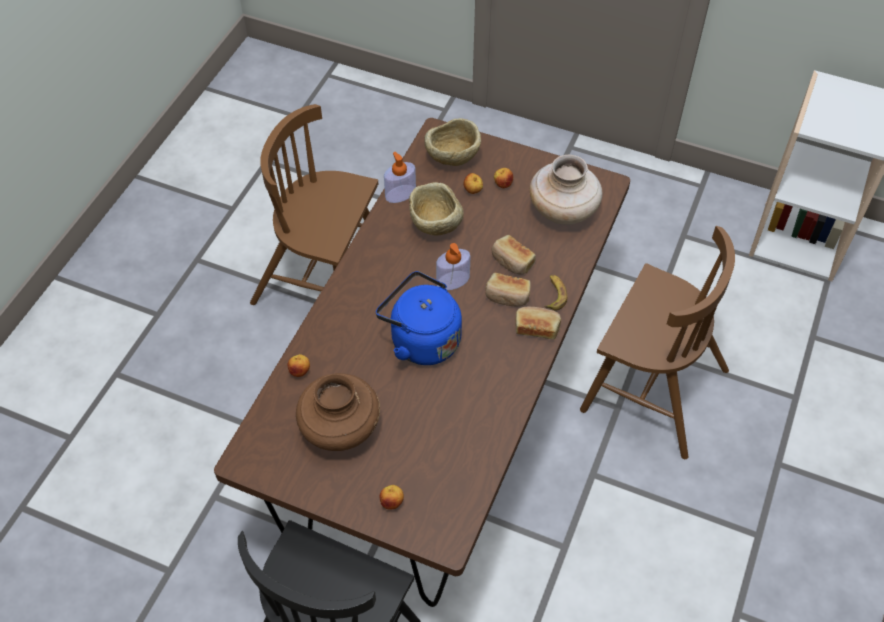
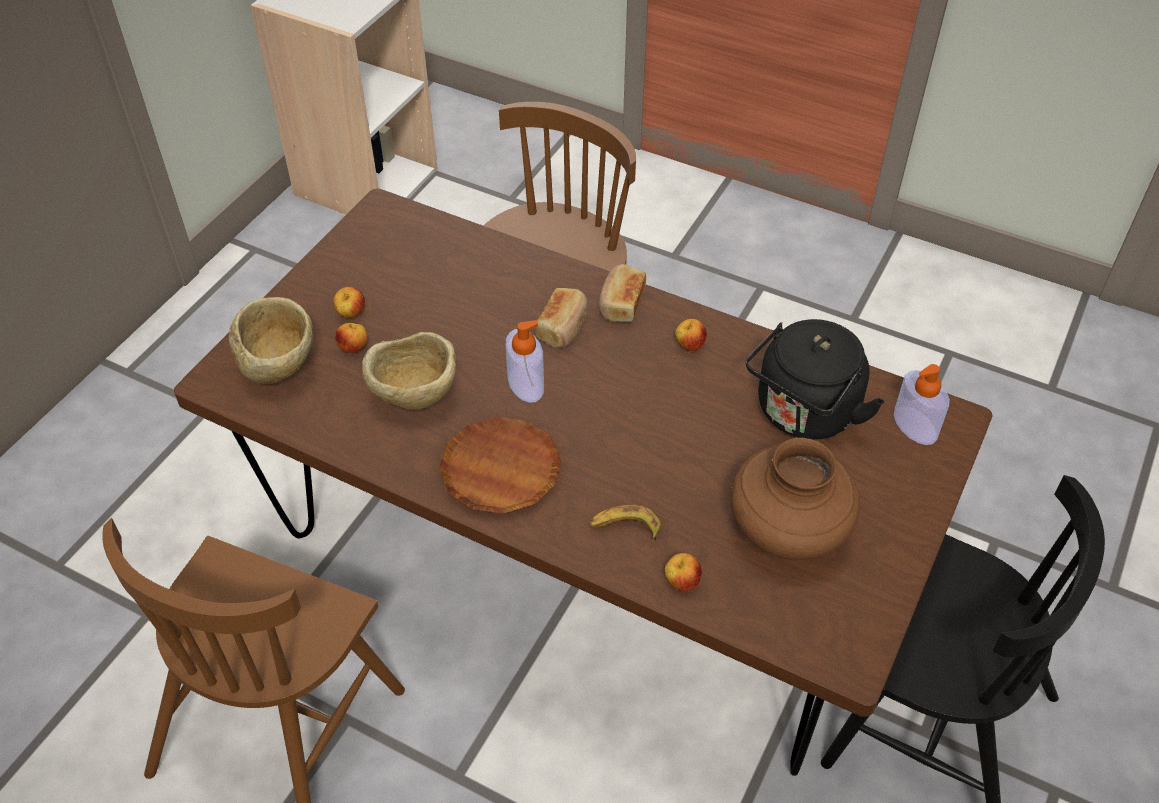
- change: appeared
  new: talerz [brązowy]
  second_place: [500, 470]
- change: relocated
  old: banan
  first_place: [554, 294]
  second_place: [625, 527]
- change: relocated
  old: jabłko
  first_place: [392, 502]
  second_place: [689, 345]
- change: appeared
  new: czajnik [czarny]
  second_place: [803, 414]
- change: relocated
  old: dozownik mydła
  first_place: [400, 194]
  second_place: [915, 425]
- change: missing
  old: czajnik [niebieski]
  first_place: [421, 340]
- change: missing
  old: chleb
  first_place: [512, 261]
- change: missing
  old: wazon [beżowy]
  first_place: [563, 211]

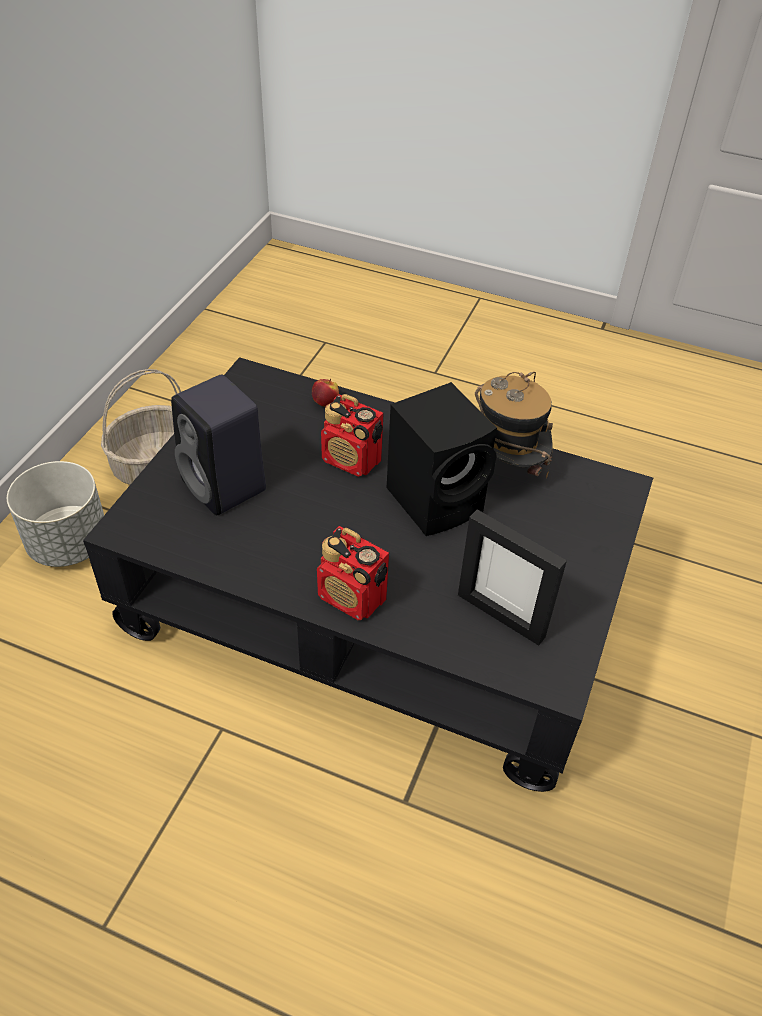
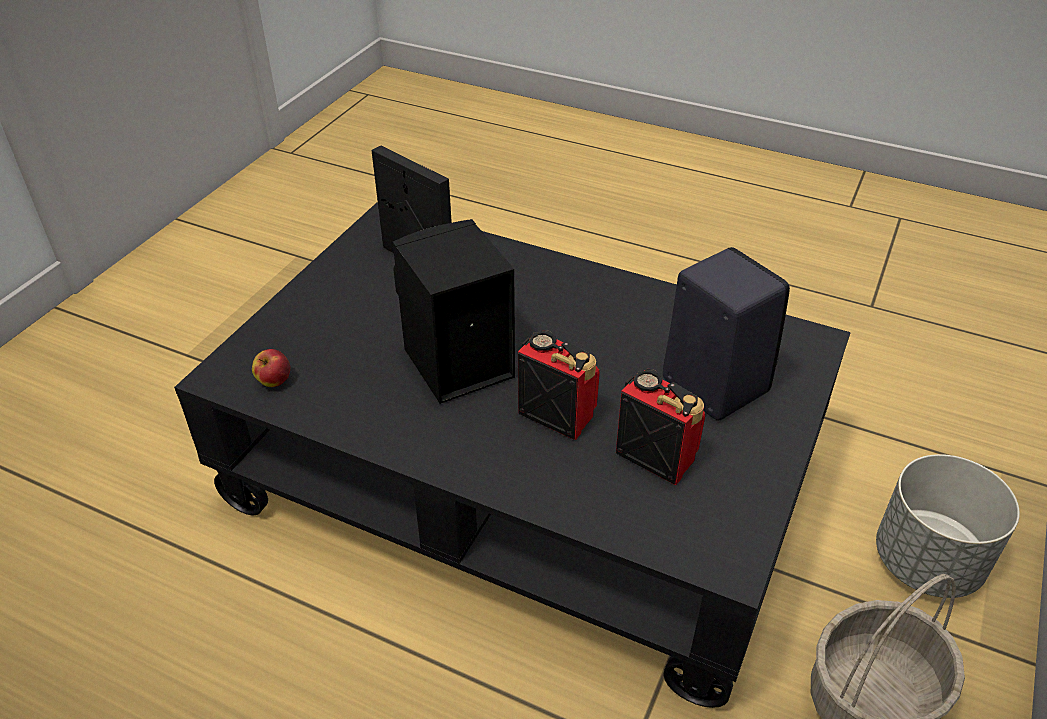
- change: relocated
  old: jabłko
  first_place: [325, 402]
  second_place: [274, 381]
- change: relocated
  old: radio
  first_place: [353, 598]
  second_place: [655, 455]
- change: missing
  old: kapelusz
  first_place: [503, 470]

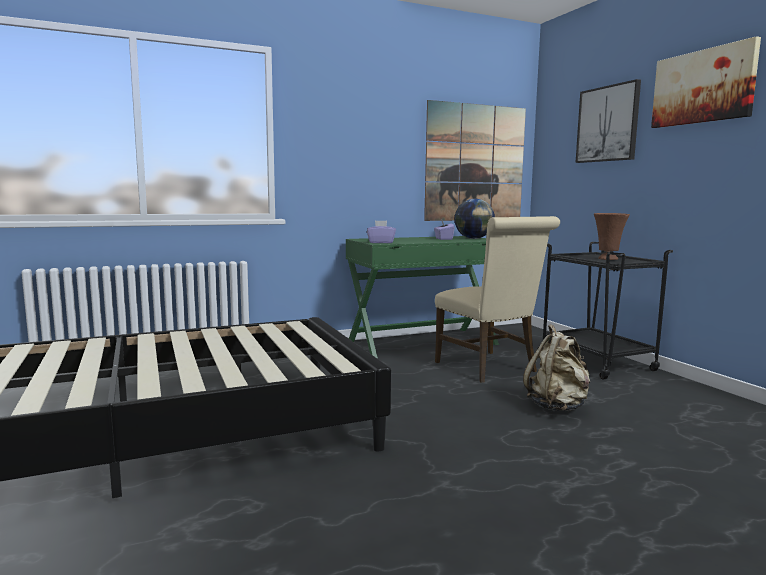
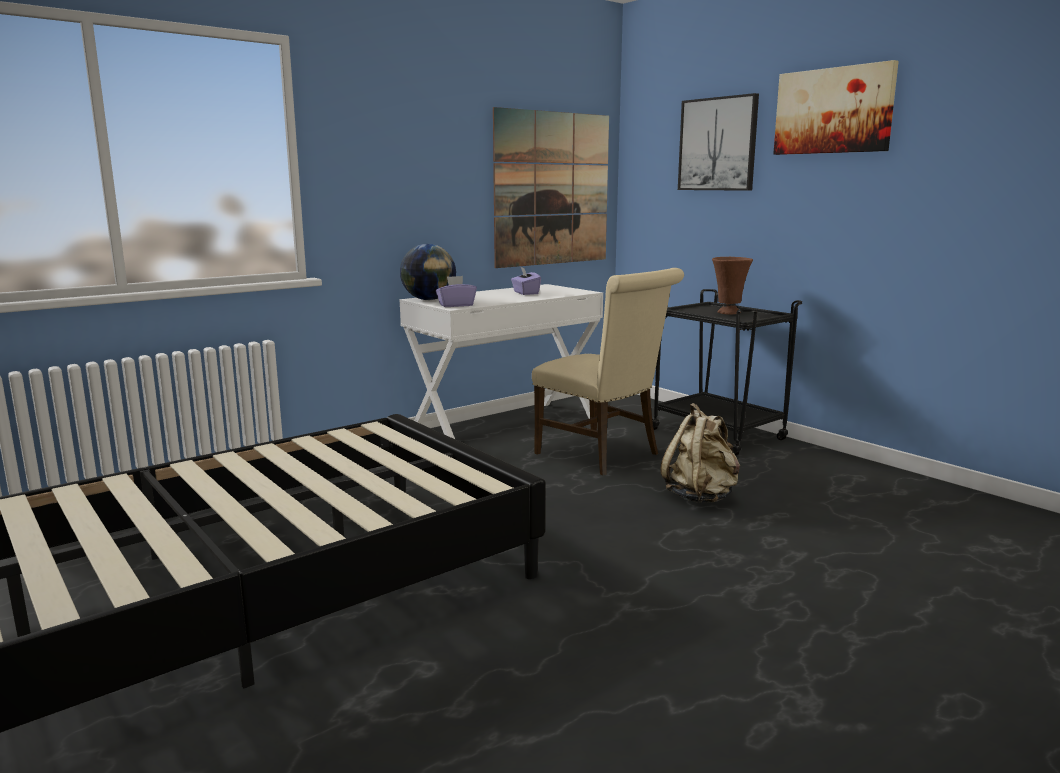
- change: colour
  old: biurko [zielony]
  new: biurko [biały]
  first_place: [422, 343]
  second_place: [505, 427]
- change: relocated
  old: globus
  first_place: [473, 238]
  second_place: [429, 299]

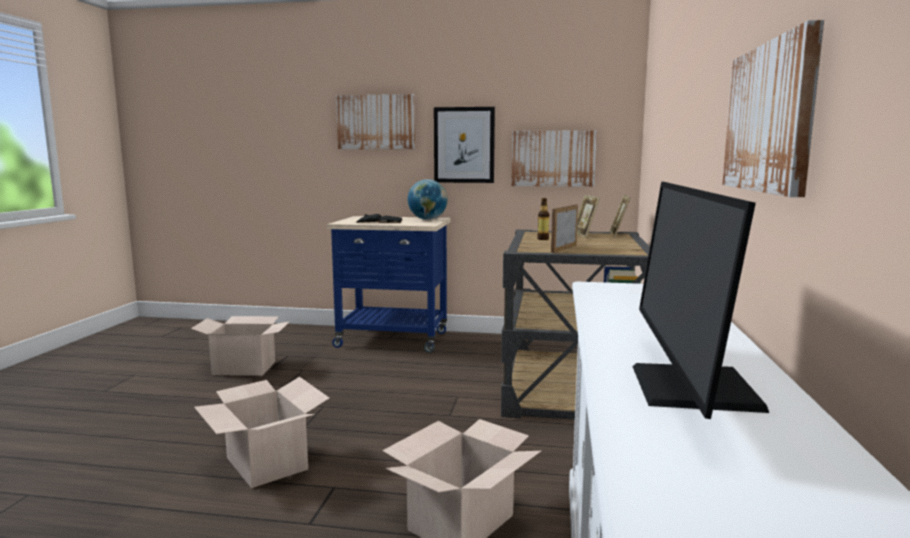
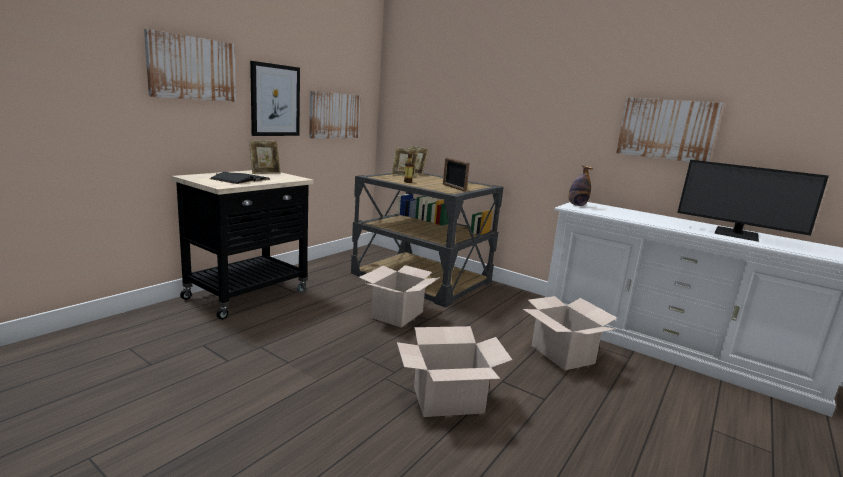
- change: colour
  old: wózek [niebieski]
  new: wózek [czarny]
  first_place: [393, 340]
  second_place: [247, 294]
- change: exchanged
  old: globus
  new: ramka na zdjęcie
  first_place: [427, 219]
  second_place: [265, 173]
- change: relocated
  old: karton
  first_place: [244, 368]
  second_place: [397, 315]
- change: appeared
  new: butelka
  second_place: [577, 205]

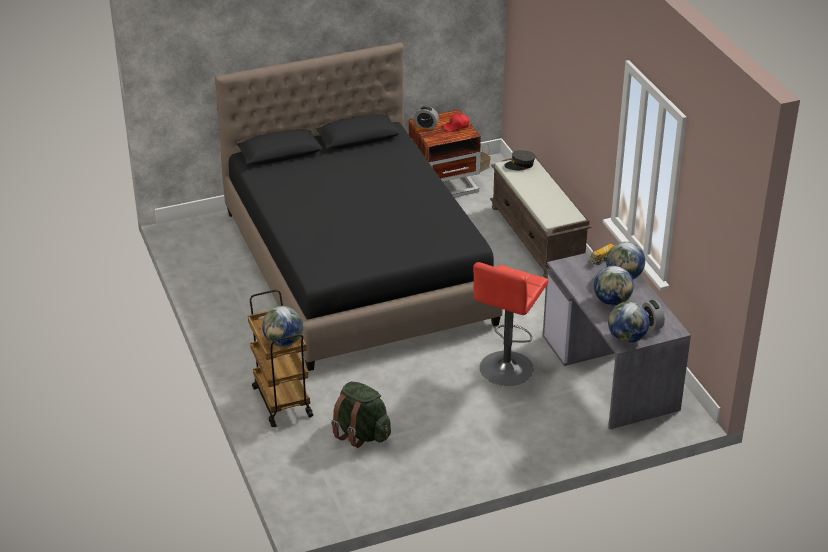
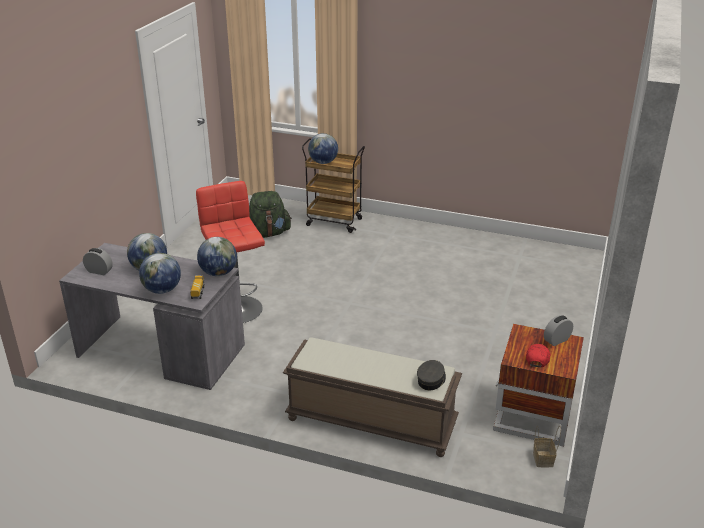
- change: relocated
  old: globus
  first_place: [626, 338]
  second_place: [218, 273]
- change: missing
  old: łóżko [czarny]
  first_place: [357, 266]

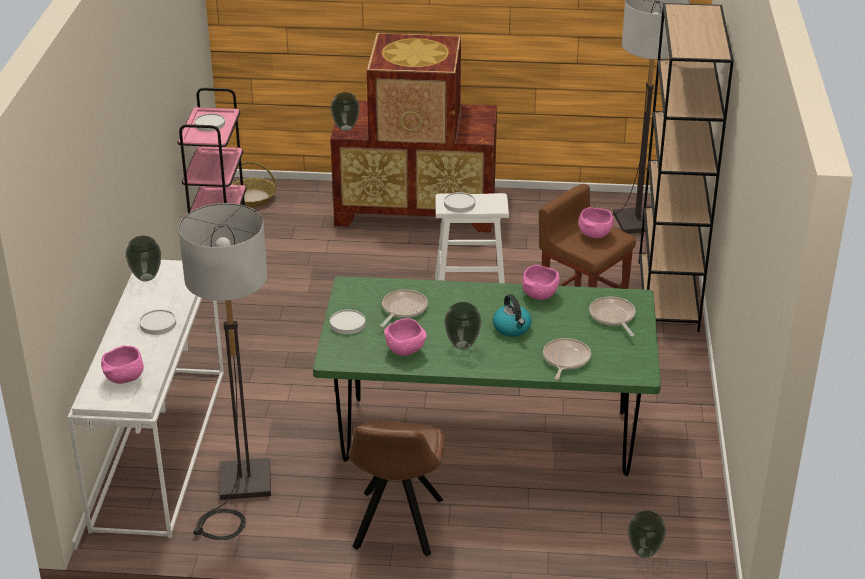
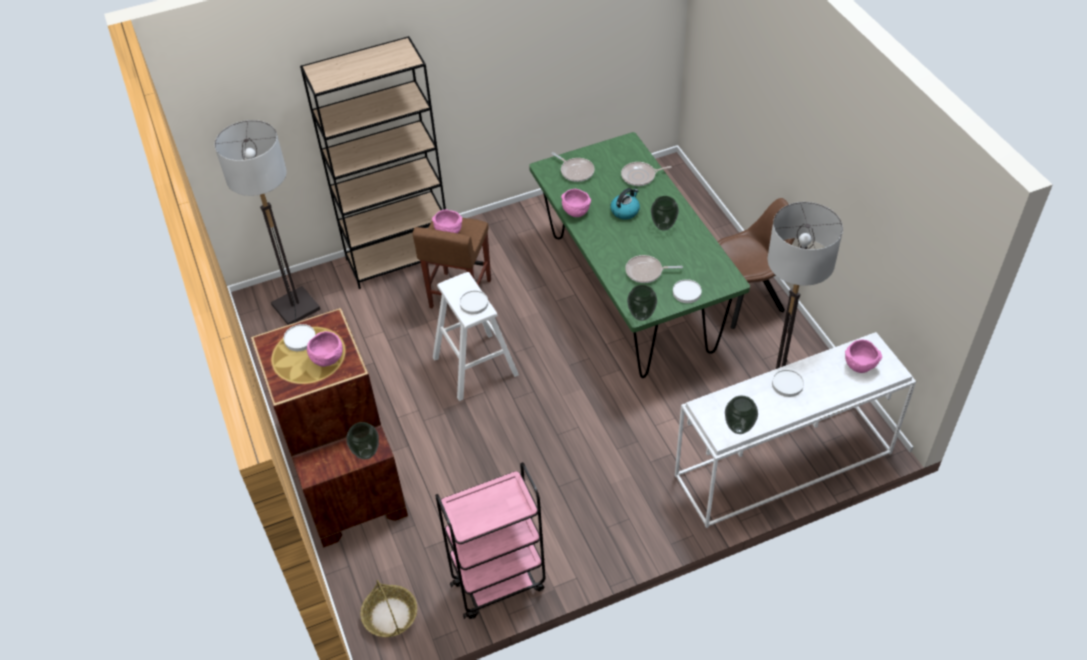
- change: relocated
  old: talerz [biały]
  first_place: [209, 124]
  second_place: [300, 339]
- change: relocated
  old: miska [różowy]
  first_place: [406, 350]
  second_place: [327, 358]
- change: spun
  old: patelnia
  first_place: [613, 317]
  second_place: [575, 171]
  degrees: -90
- change: relocated
  old: wazon
  first_place: [645, 552]
  second_place: [641, 316]

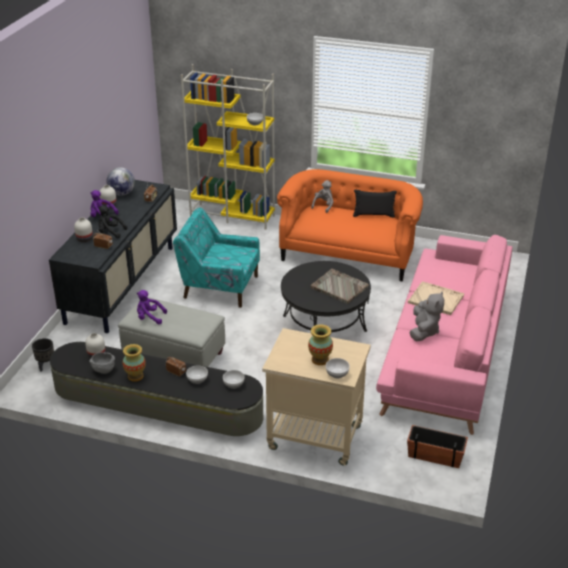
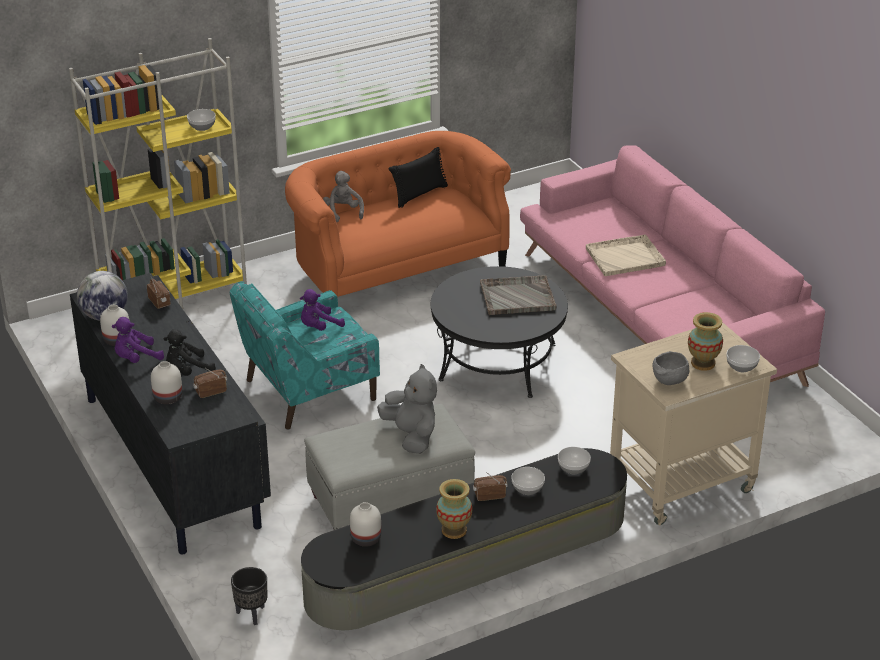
- change: relocated
  old: pluszak [fioletowy]
  first_place: [149, 317]
  second_place: [319, 327]
- change: relocated
  old: pluszak [szary]
  first_place: [424, 331]
  second_place: [411, 436]
- change: relocated
  old: miska [szary]
  first_place: [103, 370]
  second_place: [669, 381]
- change: missing
  old: donica
  first_place: [435, 455]

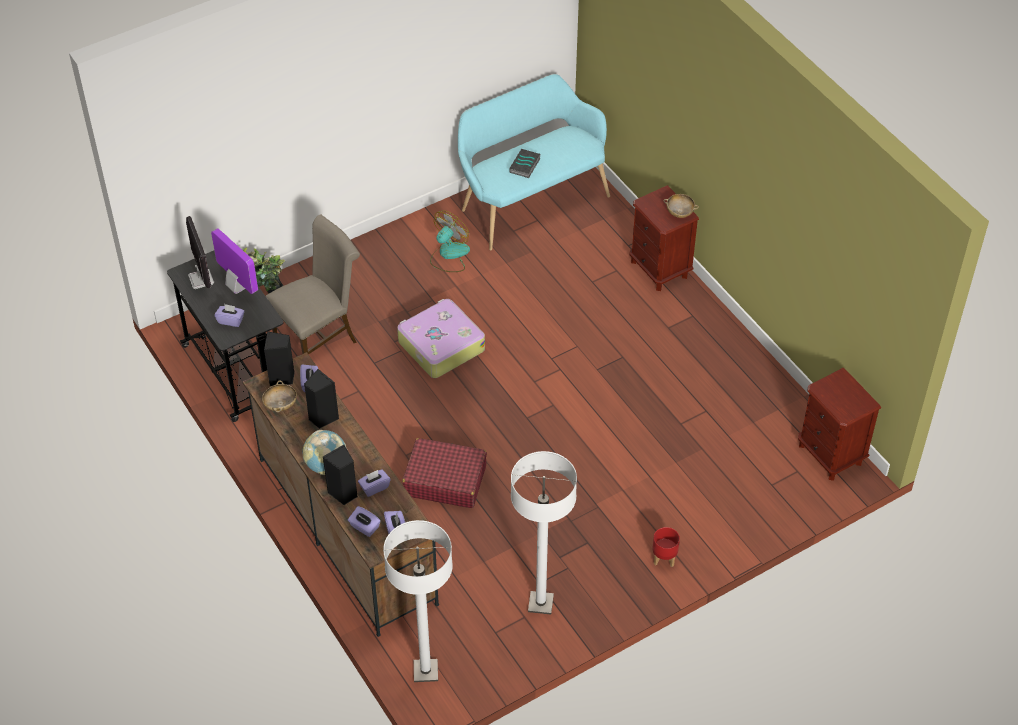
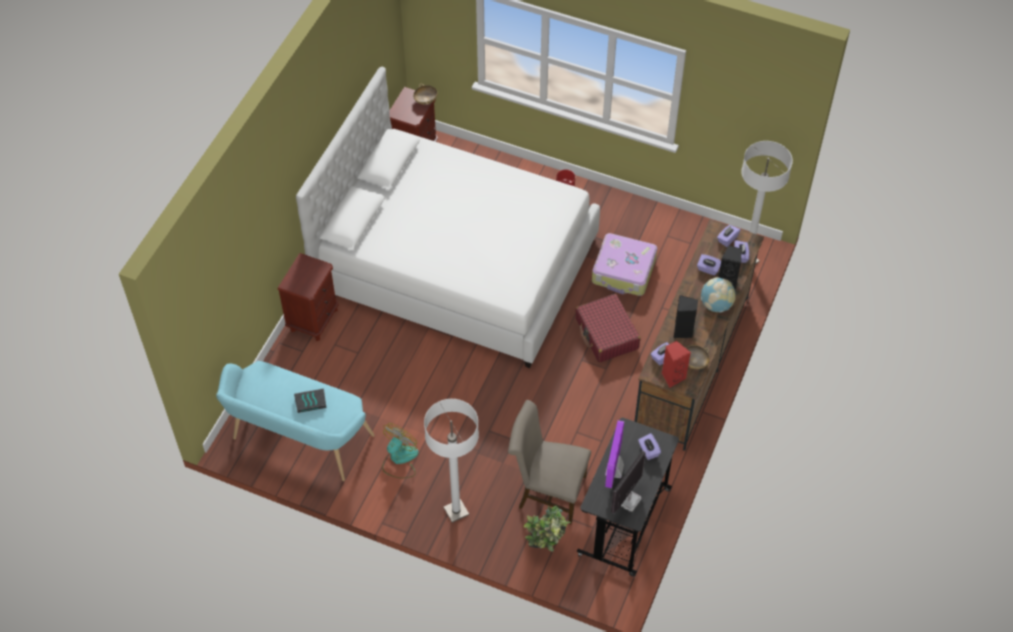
- change: appeared
  new: łóżko [biały]
  second_place: [456, 263]
- change: spun
  old: wentylator
  first_place: [449, 255]
  second_place: [399, 459]
  degrees: 120
- change: relocated
  old: miska [beżowy]
  first_place: [680, 212]
  second_place: [425, 100]
- change: relocated
  old: lampa stojąca [biały]
  first_place: [540, 603]
  second_place: [456, 511]
- change: relocated
  old: walizka
  first_place: [440, 346]
  second_place: [624, 271]
- change: colour
  old: głośnik [czarny]
  new: głośnik [czerwony]
  first_place: [282, 378]
  second_place: [672, 377]

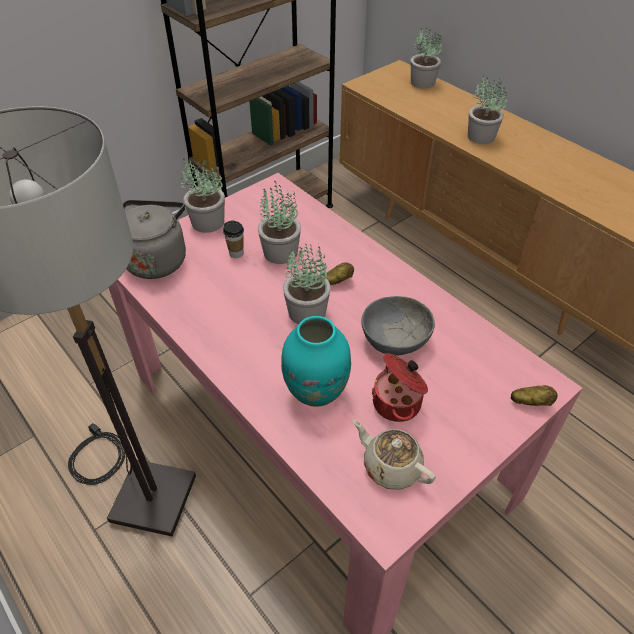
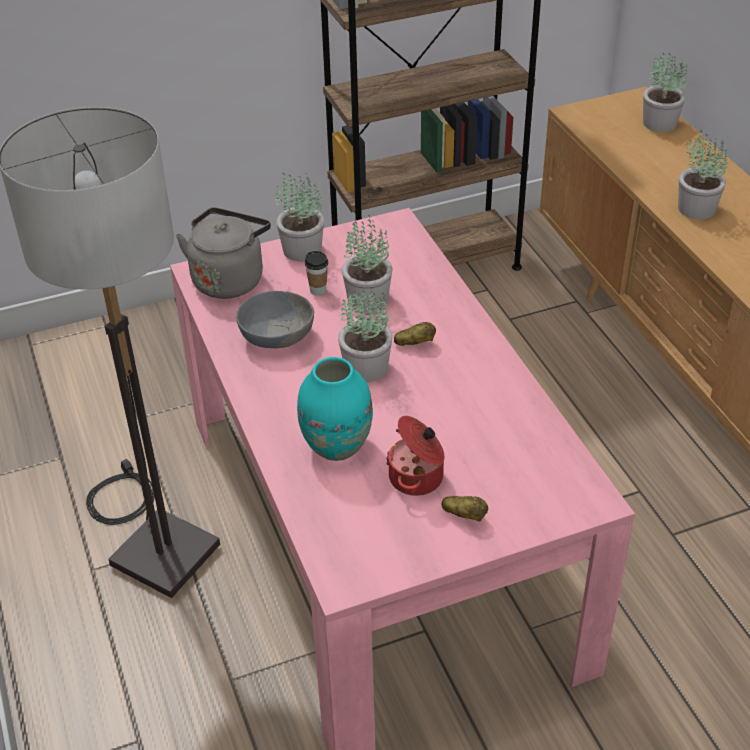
- change: relocated
  old: miska [szary]
  first_place: [394, 338]
  second_place: [276, 335]
- change: relocated
  old: ziemniak
  first_place: [531, 402]
  second_place: [464, 515]
- change: missing
  old: imbryk [beżowy]
  first_place: [391, 466]

